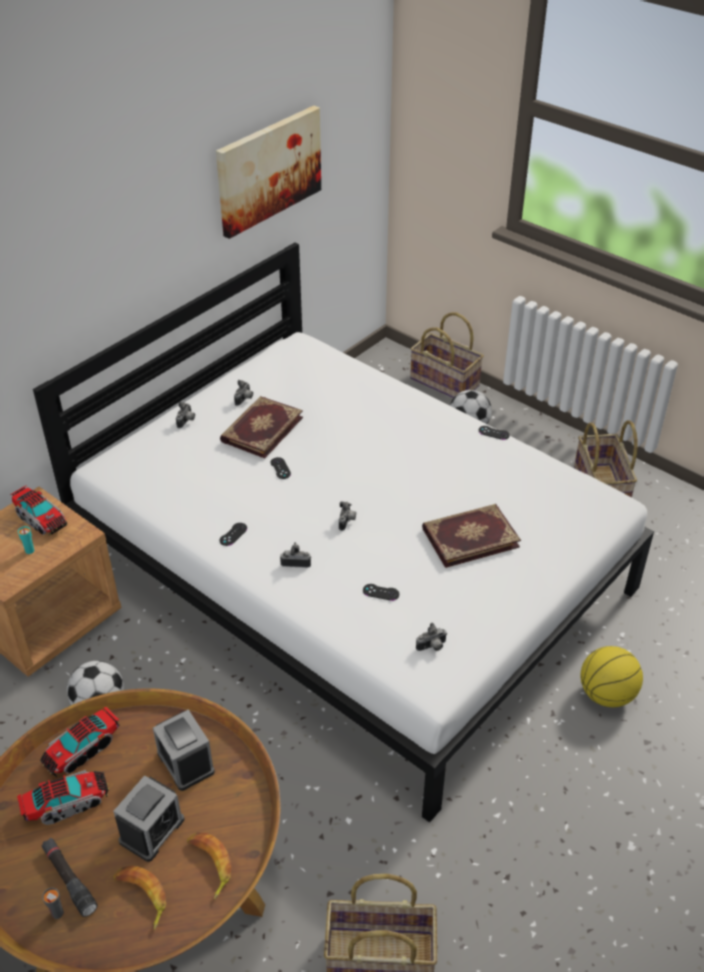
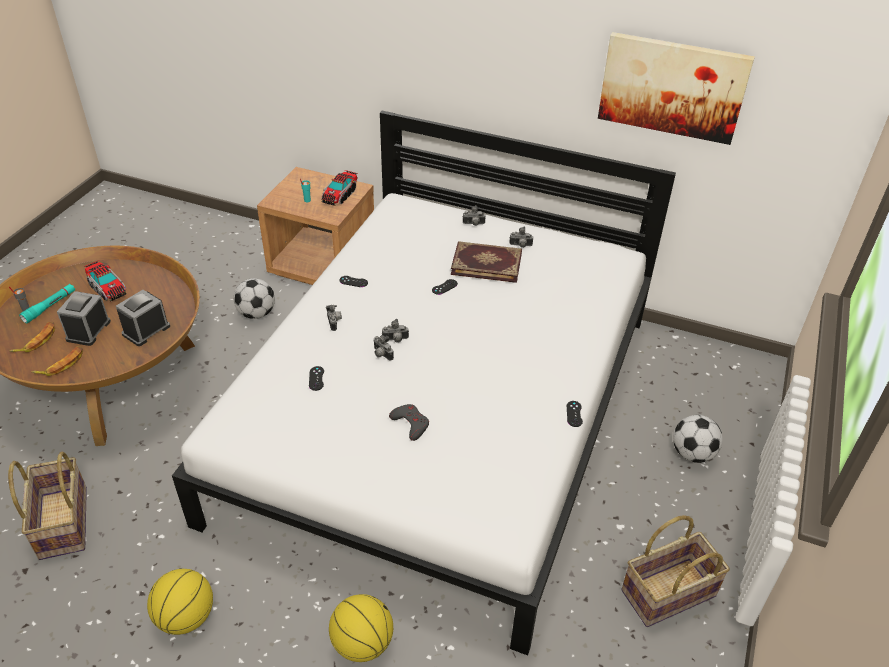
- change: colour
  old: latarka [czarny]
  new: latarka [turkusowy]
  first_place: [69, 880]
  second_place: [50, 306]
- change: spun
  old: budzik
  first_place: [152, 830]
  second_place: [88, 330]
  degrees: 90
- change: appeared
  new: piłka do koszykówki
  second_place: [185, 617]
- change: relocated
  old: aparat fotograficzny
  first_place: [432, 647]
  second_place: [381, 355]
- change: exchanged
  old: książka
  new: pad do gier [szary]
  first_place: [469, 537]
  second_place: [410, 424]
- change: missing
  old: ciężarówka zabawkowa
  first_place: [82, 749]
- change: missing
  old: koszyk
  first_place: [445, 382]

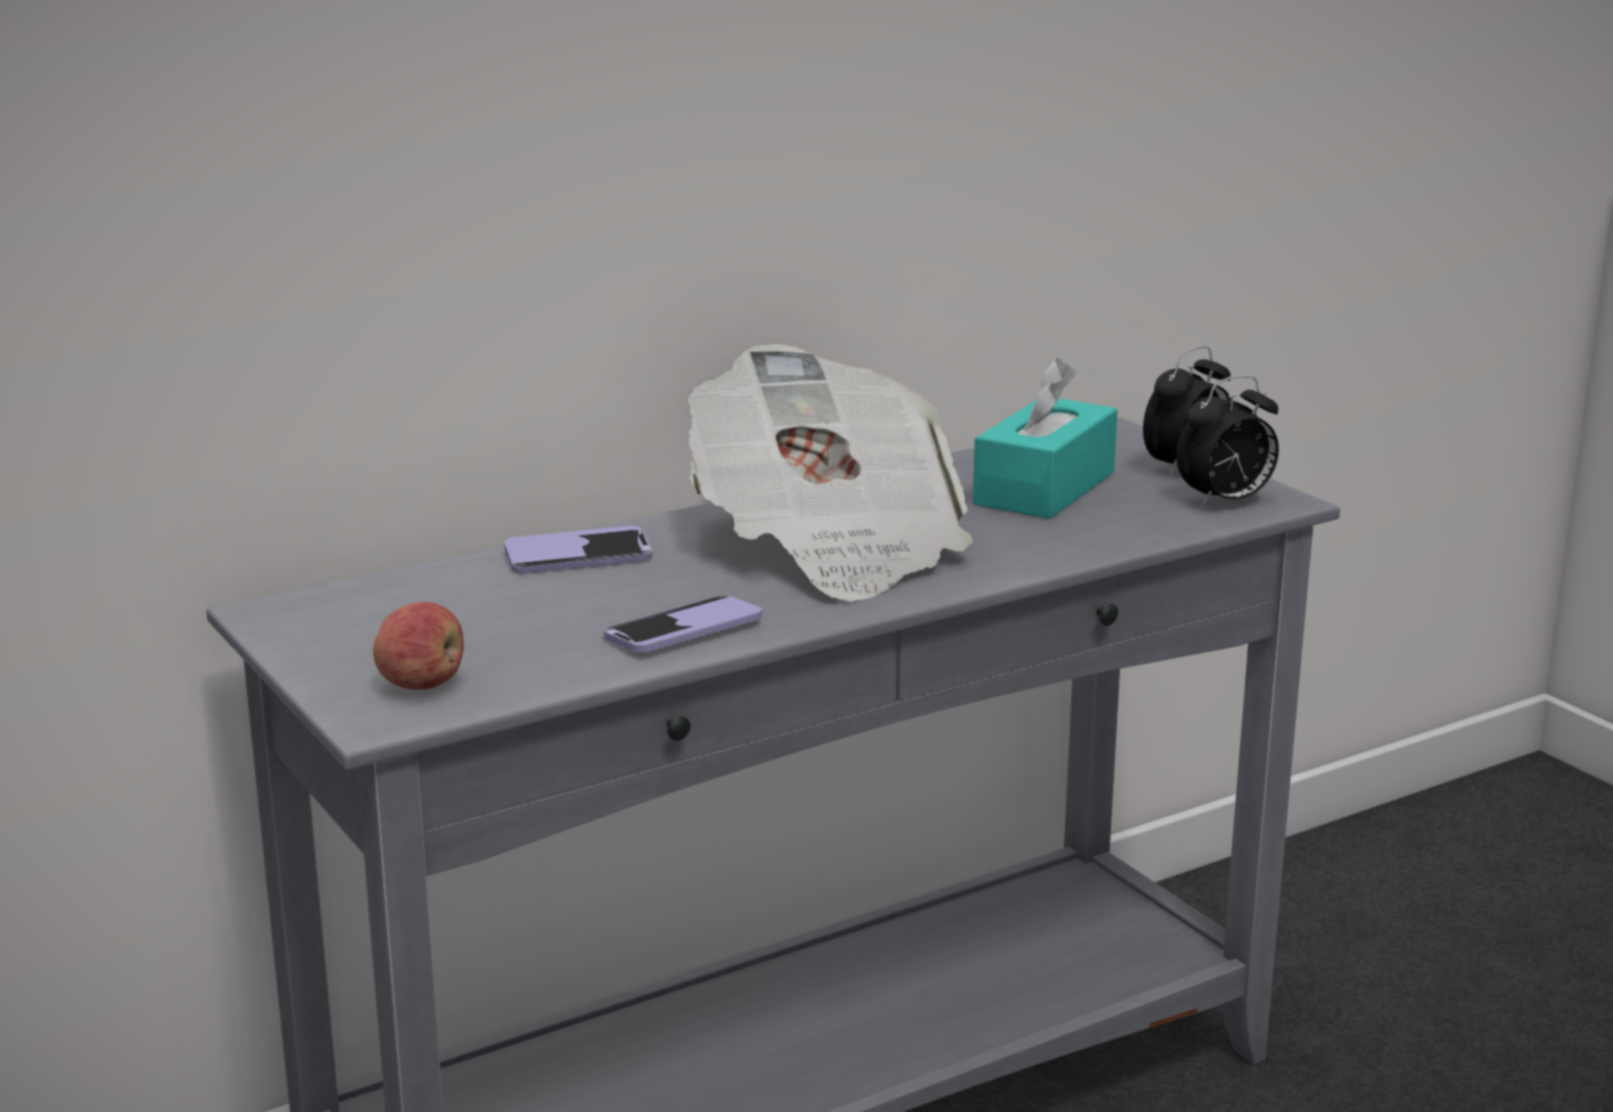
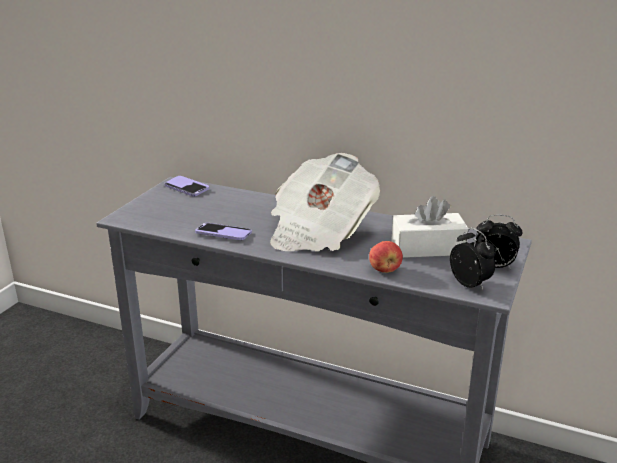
- change: relocated
  old: telefon
  first_place: [578, 555]
  second_place: [186, 187]
- change: relocated
  old: jabłko
  first_place: [422, 685]
  second_place: [385, 270]
- change: colour
  old: pudełko chusteczek [turkusowy]
  new: pudełko chusteczek [biały]
  first_place: [1044, 488]
  second_place: [427, 248]
- change: spun
  old: budzik
  first_place: [1225, 502]
  second_place: [470, 284]
  degrees: -150

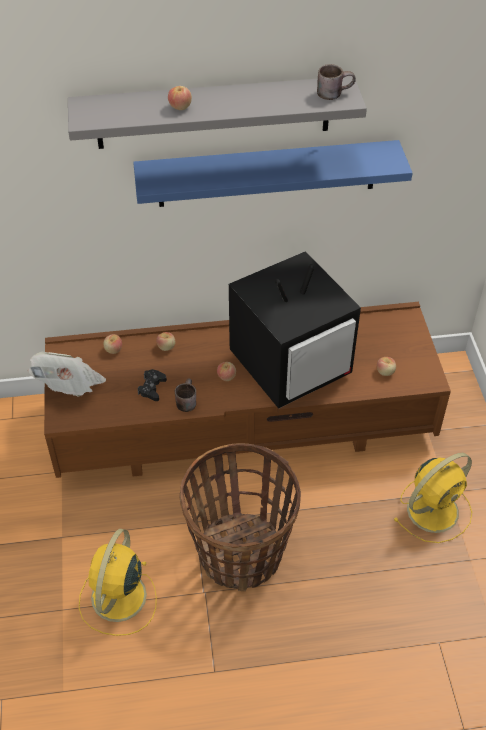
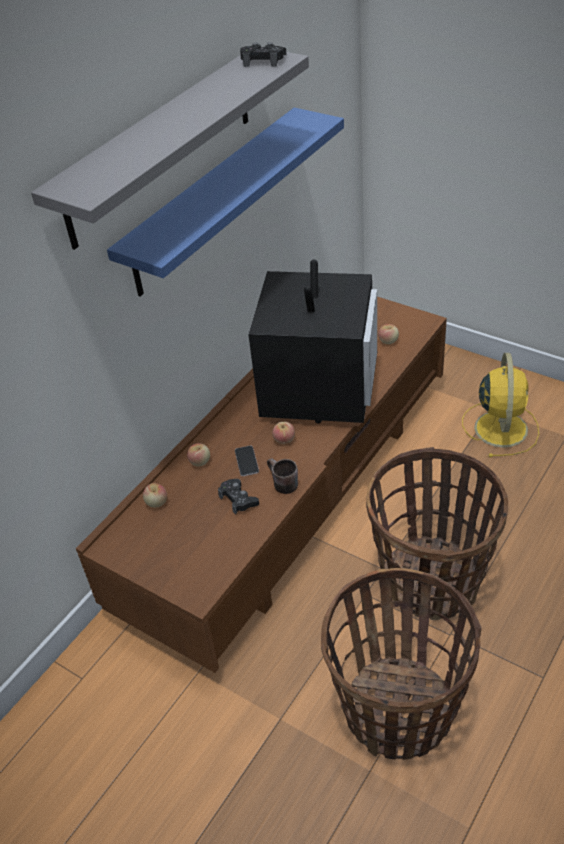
- change: appeared
  new: telefon
  second_place: [246, 461]
- change: exchanged
  old: kubek [brązowy]
  new: pad do gier [czarny]
  first_place: [333, 92]
  second_place: [263, 61]
- change: exchanged
  old: wentylator [żółty]
  new: koszyk
  first_place: [118, 599]
  second_place: [398, 711]
- change: missing
  old: gazeta
  first_place: [70, 385]
- change: missing
  old: jabłko
  first_place: [180, 107]

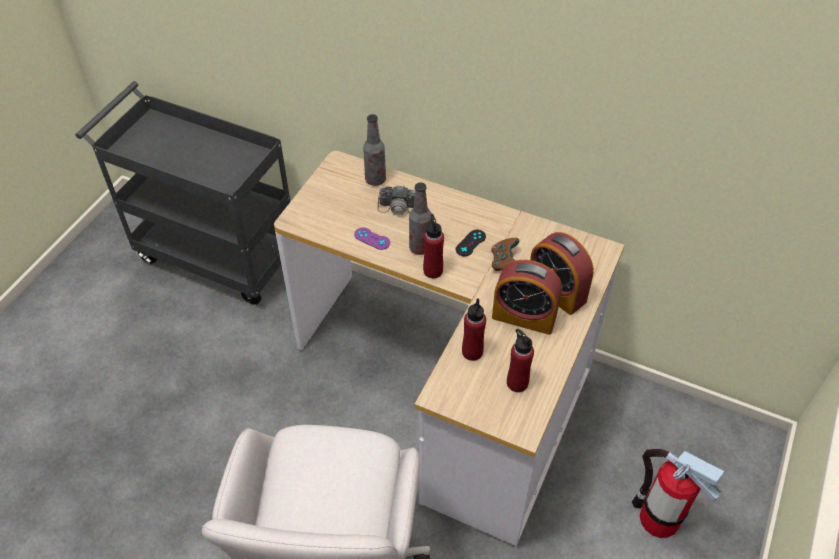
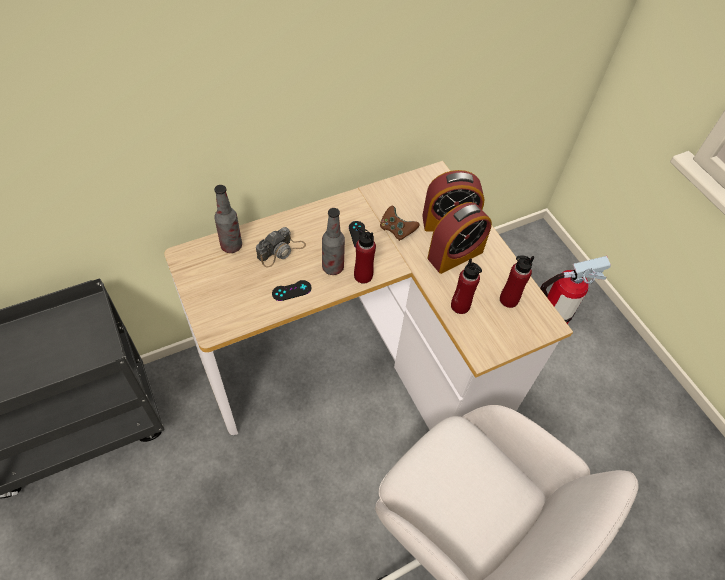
- change: colour
  old: pad do gier [fioletowy]
  new: pad do gier [czarny]
  first_place: [372, 238]
  second_place: [291, 290]

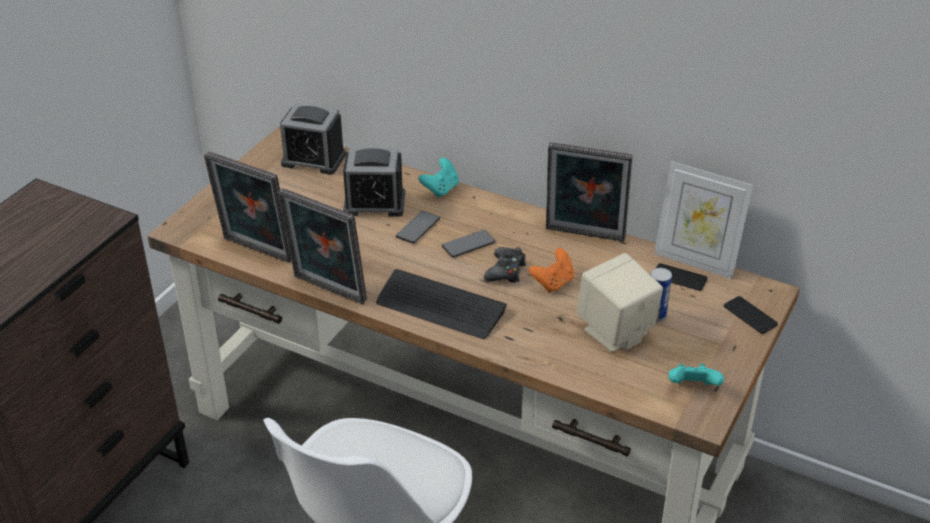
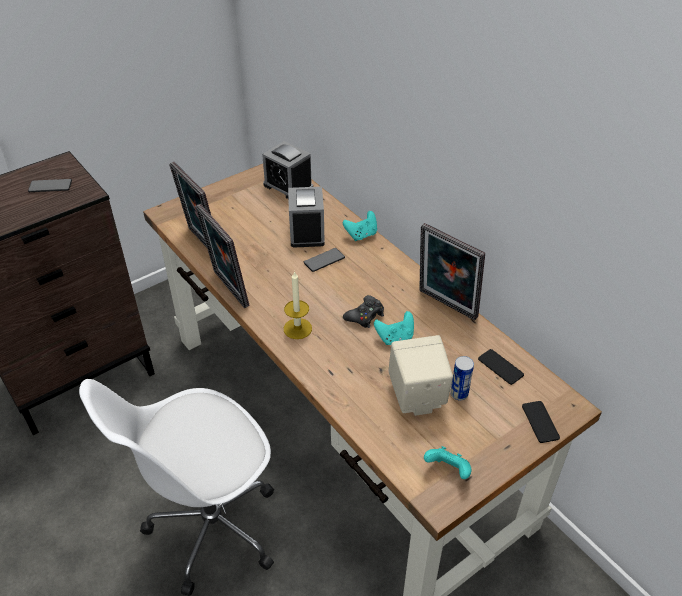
- change: relocated
  old: telefon
  first_place: [468, 244]
  second_place: [50, 186]
- change: exchanged
  old: klawiatura
  new: świeca
  first_place: [440, 306]
  second_place: [297, 328]
- change: spun
  old: budzik
  first_place: [374, 203]
  second_place: [307, 232]
  degrees: -120
- change: colour
  old: pad do gier [pomarańczowy]
  new: pad do gier [turkusowy]
  first_place: [553, 283]
  second_place: [395, 337]
- change: missing
  old: ramka na zdjęcie
  first_place: [695, 261]

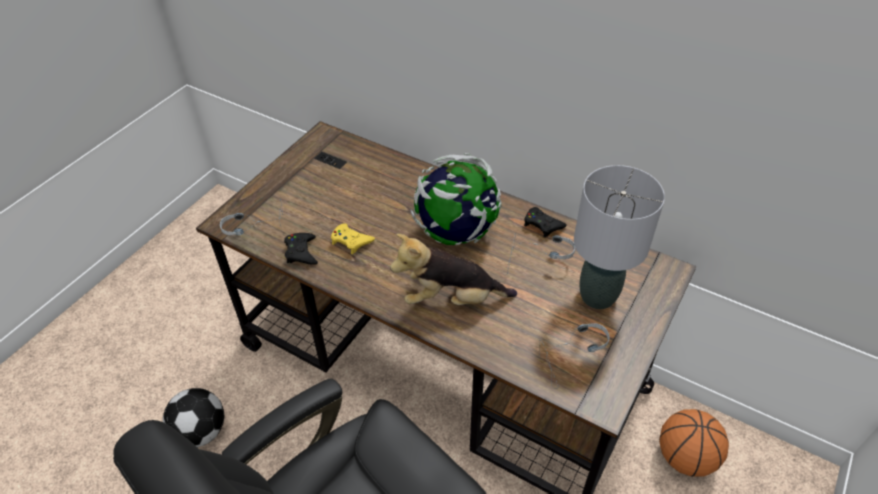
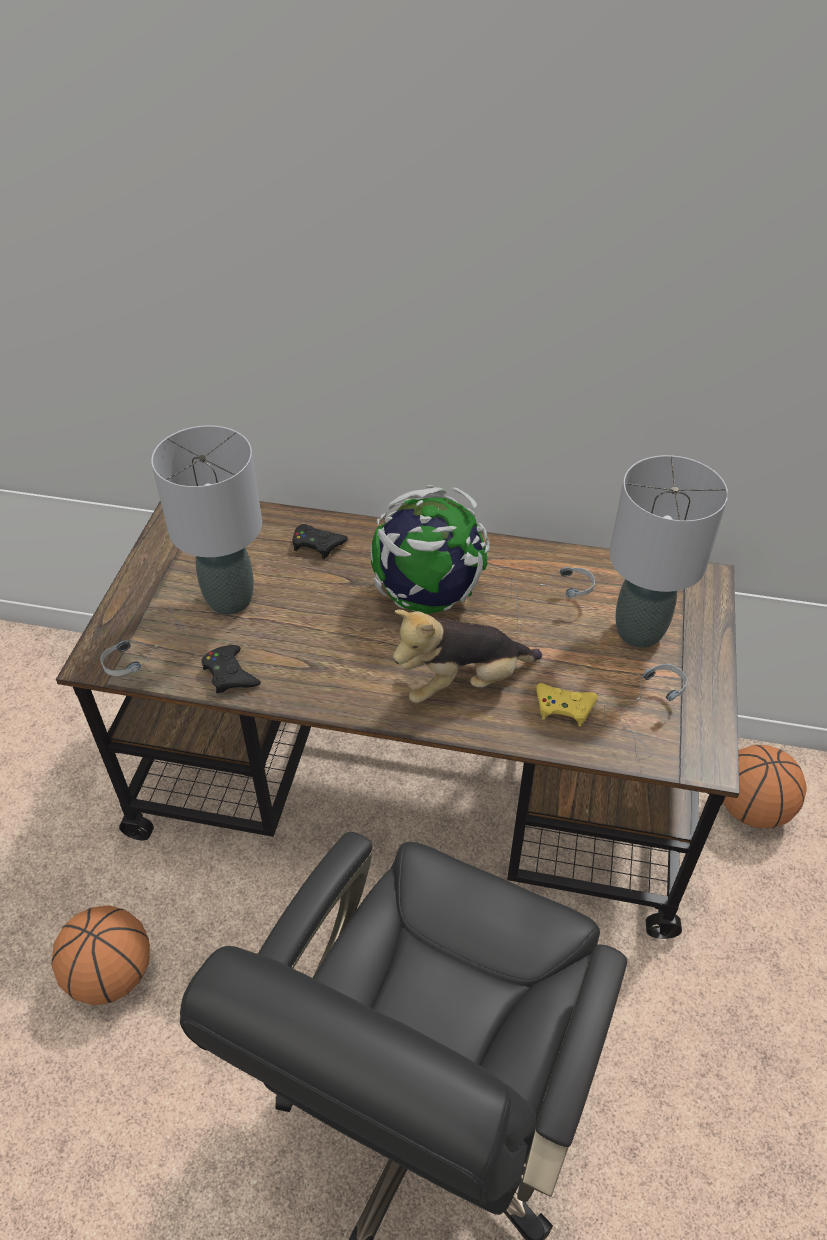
- change: exchanged
  old: piłka futbolowa
  new: piłka do koszykówki
  first_place: [201, 431]
  second_place: [112, 974]
- change: appeared
  new: lampa stołowa [szary]
  second_place: [229, 599]
- change: relocated
  old: pad do gier [czarny]
  first_place: [542, 225]
  second_place: [317, 544]
- change: relocated
  old: pad do gier [żółty]
  first_place: [351, 241]
  second_place: [564, 707]

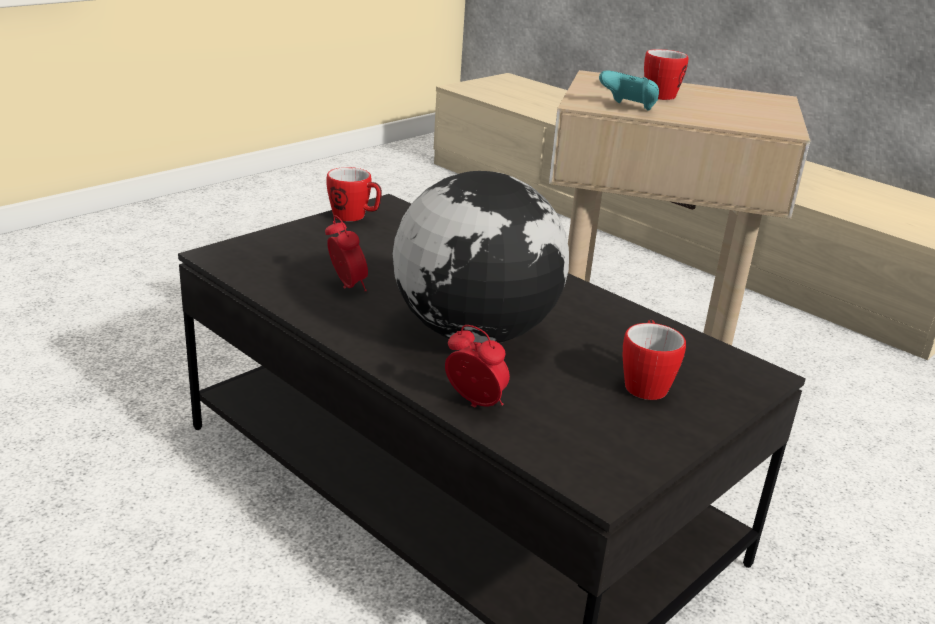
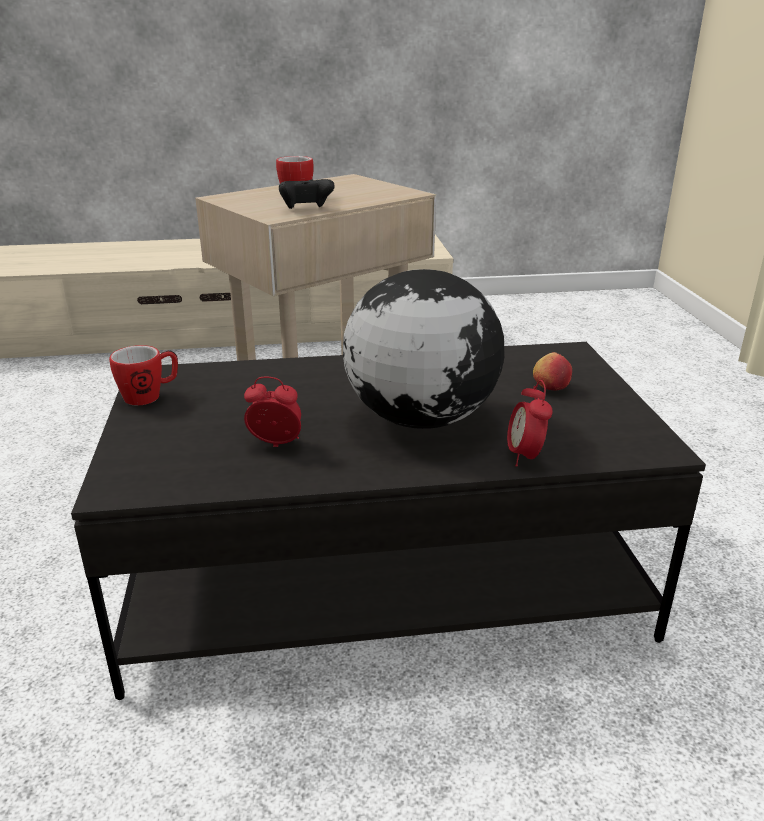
- change: colour
  old: pad do gier [turkusowy]
  new: pad do gier [czarny]
  first_place: [628, 108]
  second_place: [306, 209]
- change: spun
  old: budzik
  first_place: [475, 404]
  second_place: [524, 456]
  degrees: -75
- change: exchanged
  old: kubek
  new: jabłko
  first_place: [645, 383]
  second_place: [550, 387]

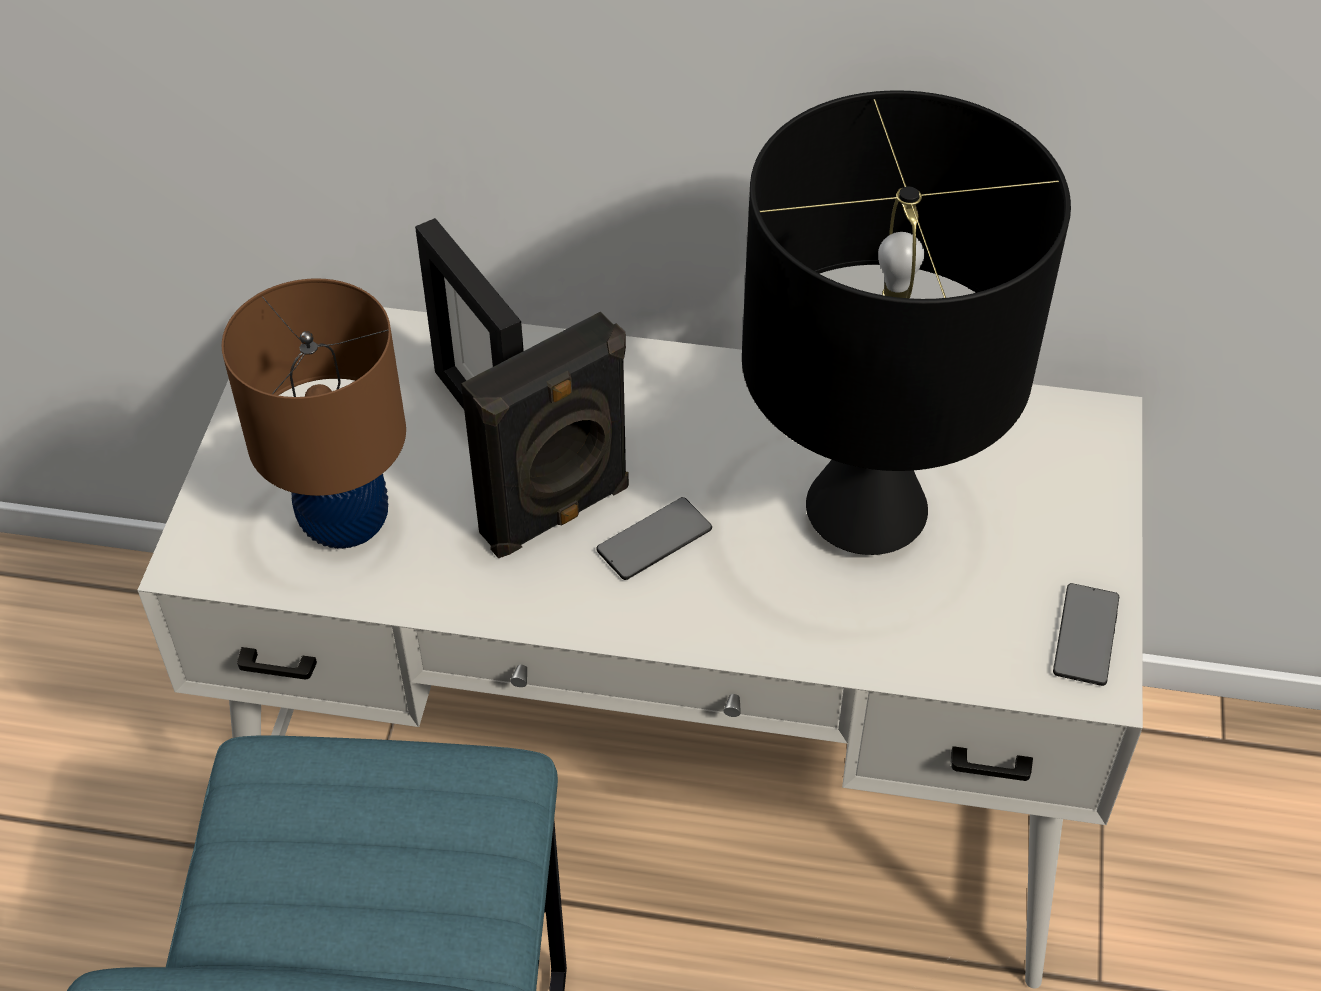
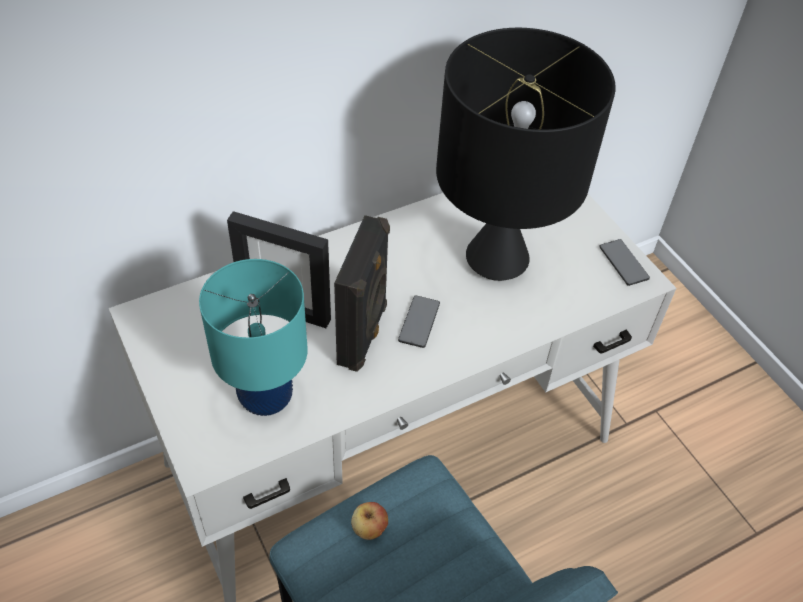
- change: colour
  old: lampa stołowa [brązowy]
  new: lampa stołowa [turkusowy]
  first_place: [346, 520]
  second_place: [264, 397]
- change: appeared
  new: jabłko
  second_place: [369, 528]

